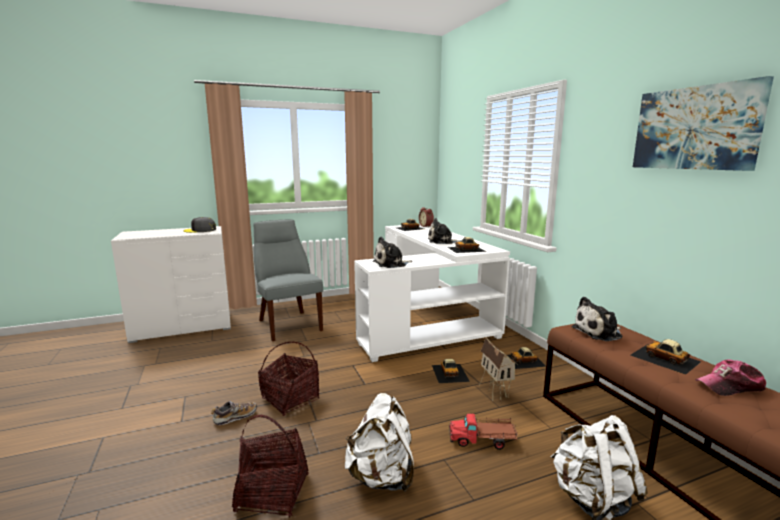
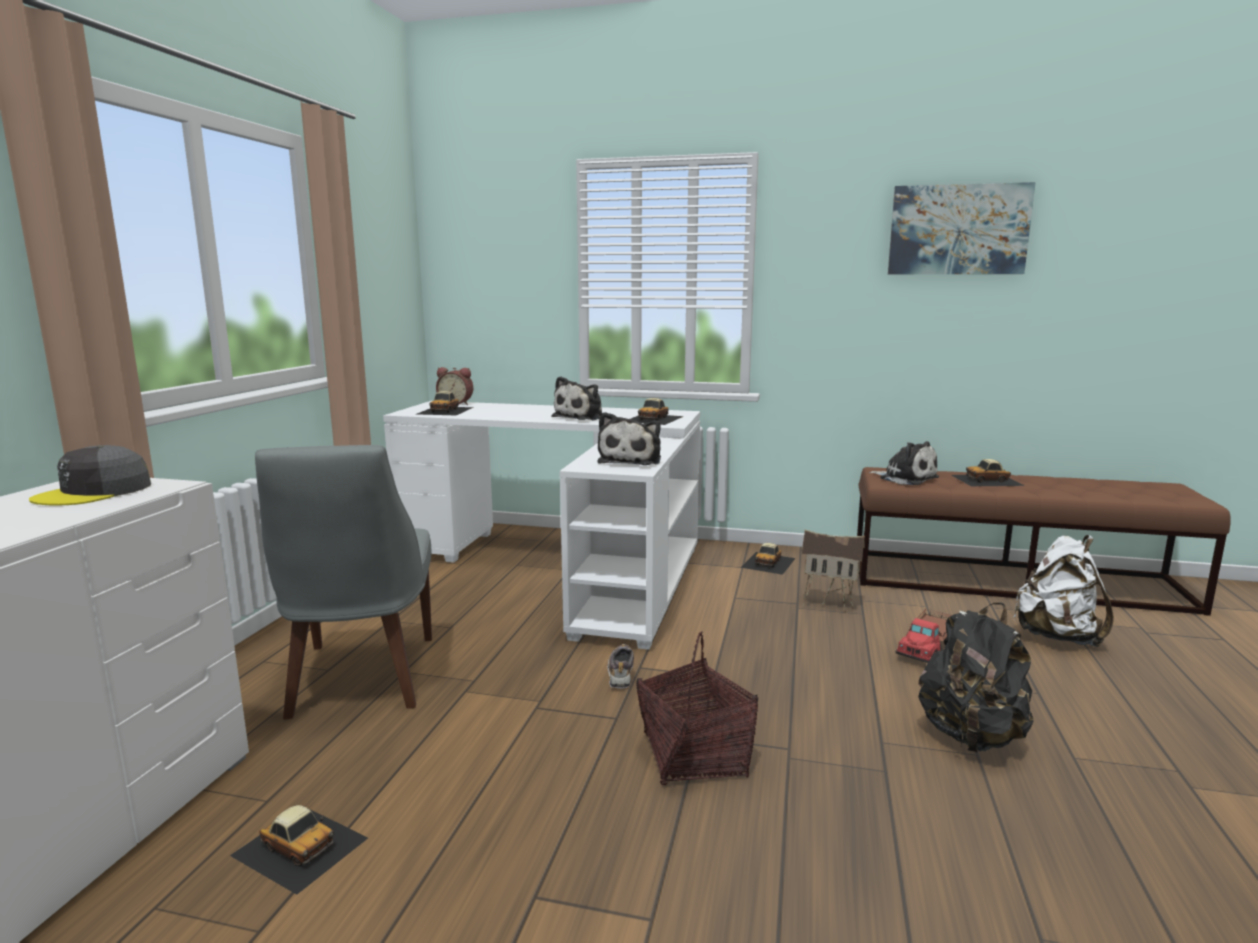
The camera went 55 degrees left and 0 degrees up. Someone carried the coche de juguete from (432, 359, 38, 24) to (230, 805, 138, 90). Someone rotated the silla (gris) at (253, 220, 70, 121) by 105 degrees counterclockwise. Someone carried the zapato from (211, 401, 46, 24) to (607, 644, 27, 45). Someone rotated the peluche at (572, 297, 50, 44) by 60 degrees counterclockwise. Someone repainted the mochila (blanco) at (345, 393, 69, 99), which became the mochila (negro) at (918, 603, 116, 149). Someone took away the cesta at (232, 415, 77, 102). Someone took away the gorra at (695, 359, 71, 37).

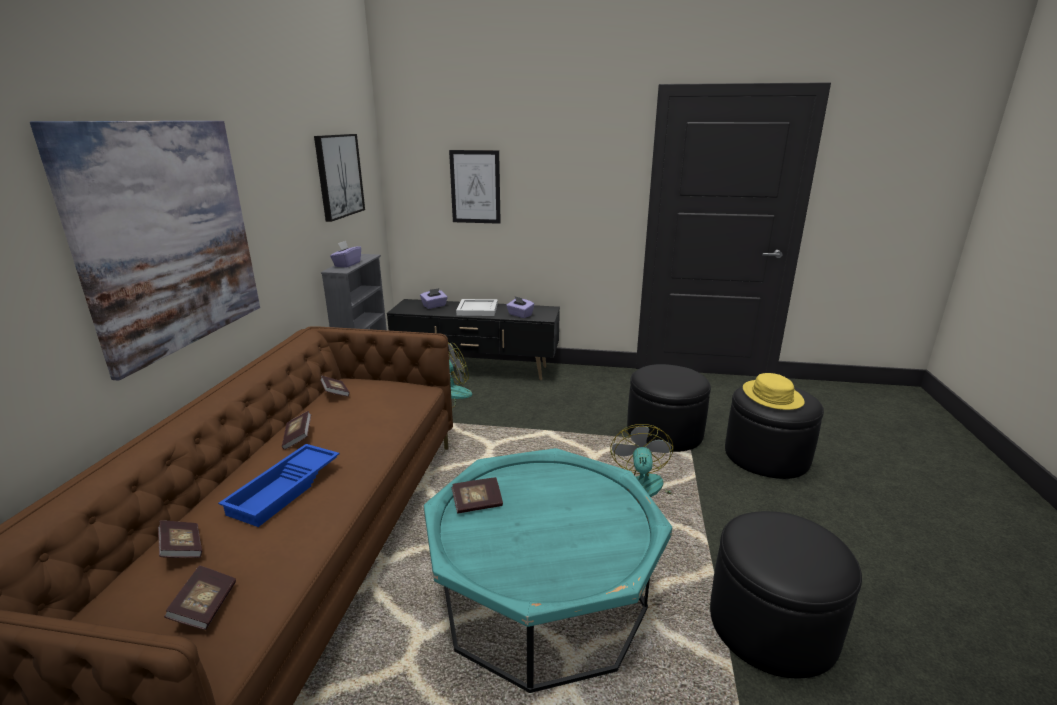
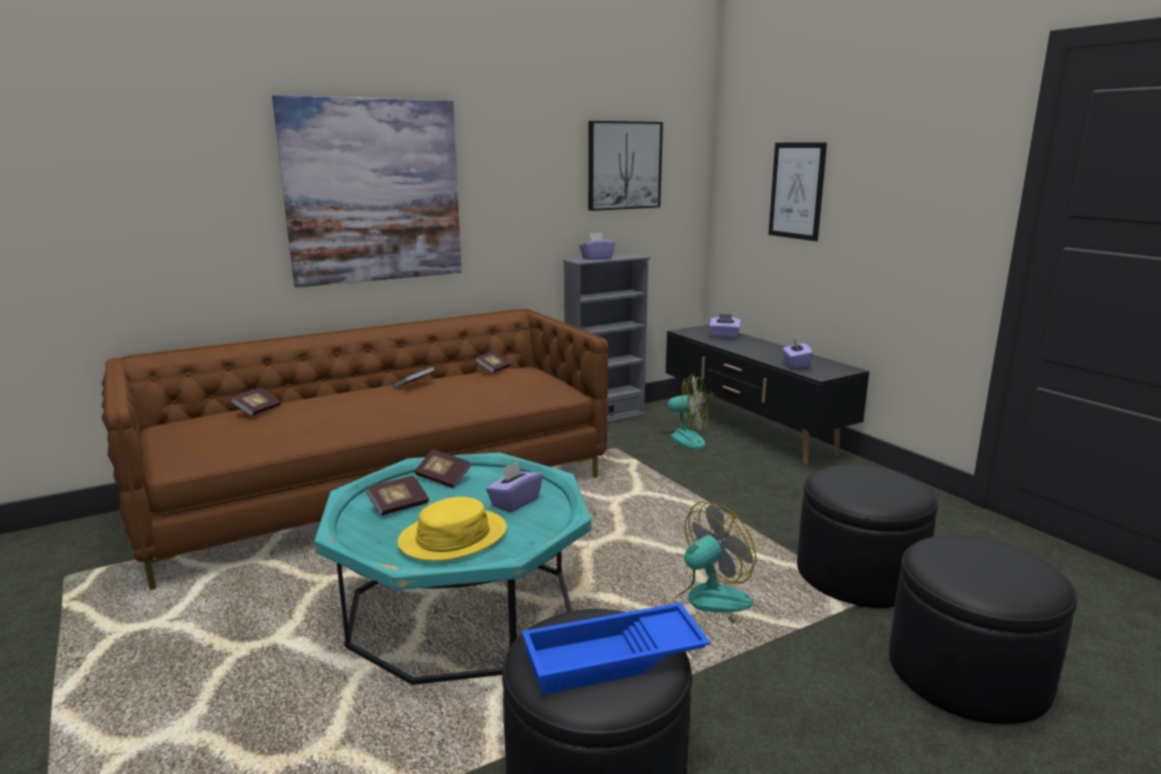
The camera went 50 degrees right and 5 degrees down. Someone carried the libro from (164, 565, 72, 65) to (366, 475, 63, 41). Someone carried the sombrero (amarillo) from (743, 373, 62, 37) to (397, 497, 110, 64). Someone put down the caja de pañuelos (morado) at (486, 461, 57, 52). Someone carried the bandeja (azul) from (218, 444, 122, 83) to (522, 603, 189, 92). Someone took away the bandeja (blanco) at (456, 299, 42, 17).

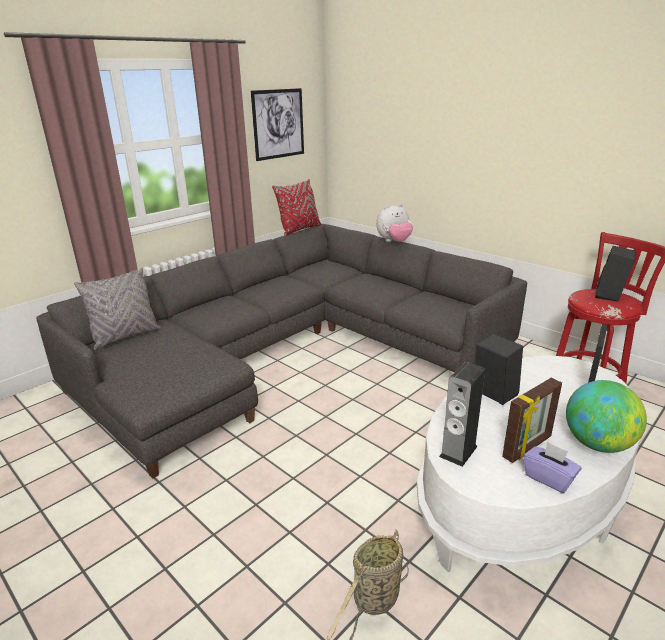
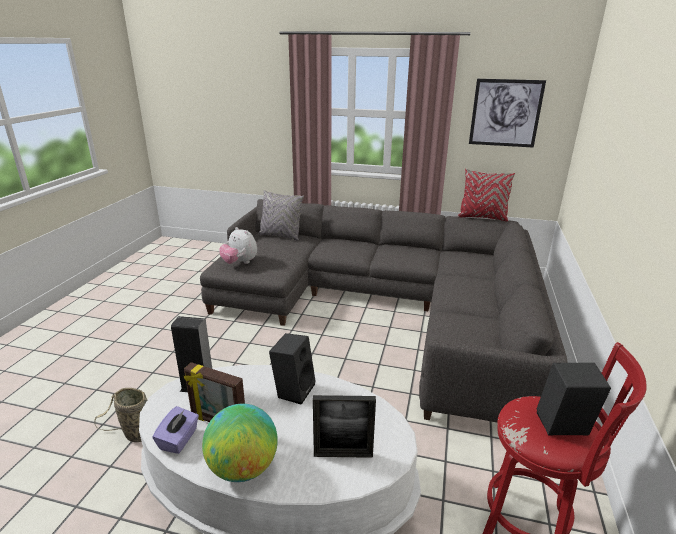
The camera went 60 degrees right and 0 degrees up. Someone carried the peluche from (376, 204, 37, 38) to (219, 227, 38, 37).

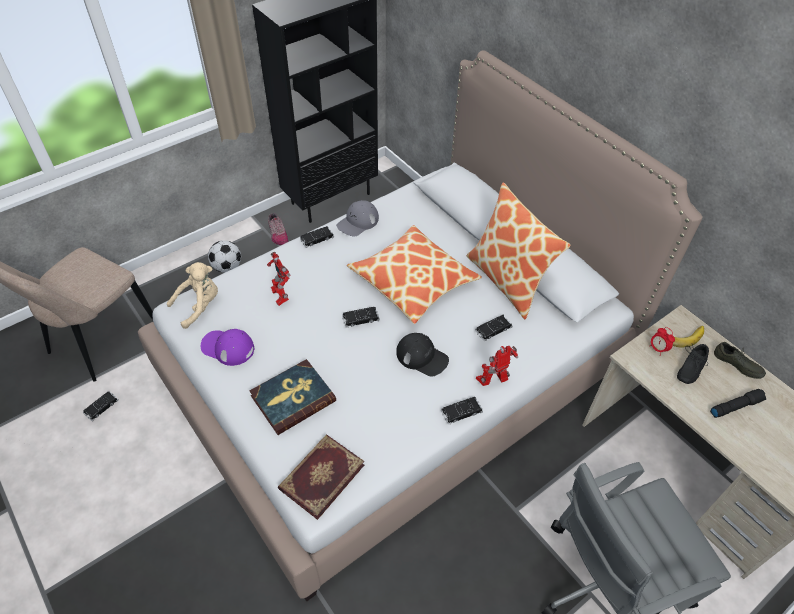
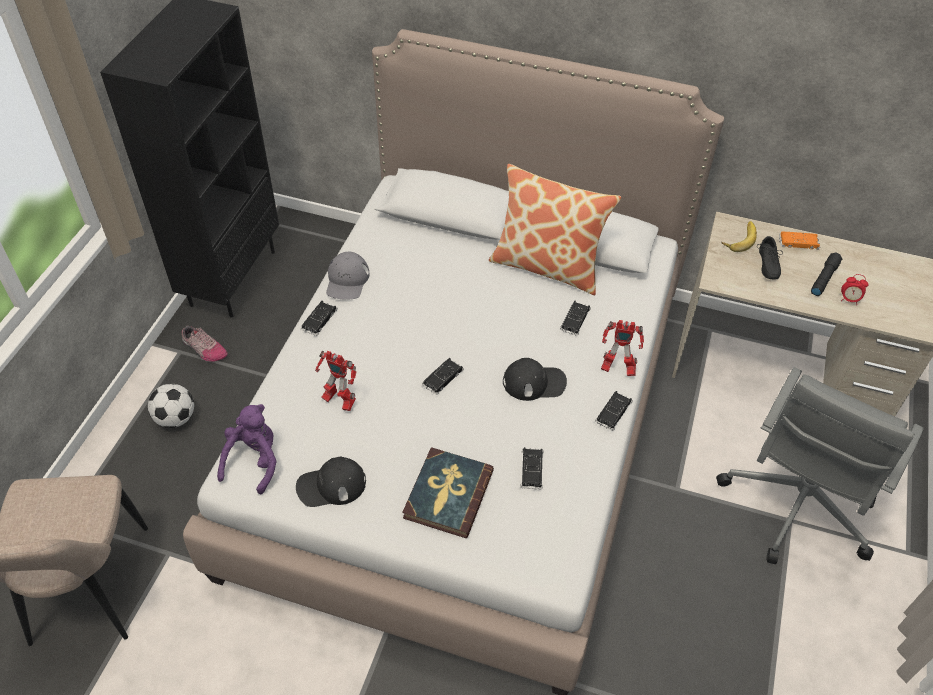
The camera went 35 degrees left and 0 degrees up. Someone repainted the peluche (beis) at (167, 262, 51, 67), which became the peluche (morado) at (217, 404, 60, 91). Someone repainted the gorra (morado) at (201, 329, 53, 37), which became the gorra (negro) at (296, 456, 70, 51). Someone carried the coche de juguete (negro) from (83, 391, 36, 30) to (521, 447, 22, 42). Someone rotated the robot de juguete at (476, 346, 42, 40) by 105 degrees counterclockwise. Someone swapped the zapato (gris) at (714, 342, 52, 37) for the coche de juguete (naranja) at (779, 232, 41, 18). Someone carried the despertador from (649, 327, 26, 29) to (841, 274, 27, 30). Someone took away the libro at (278, 434, 86, 86). Someone took away the cojín at (347, 225, 135, 99).

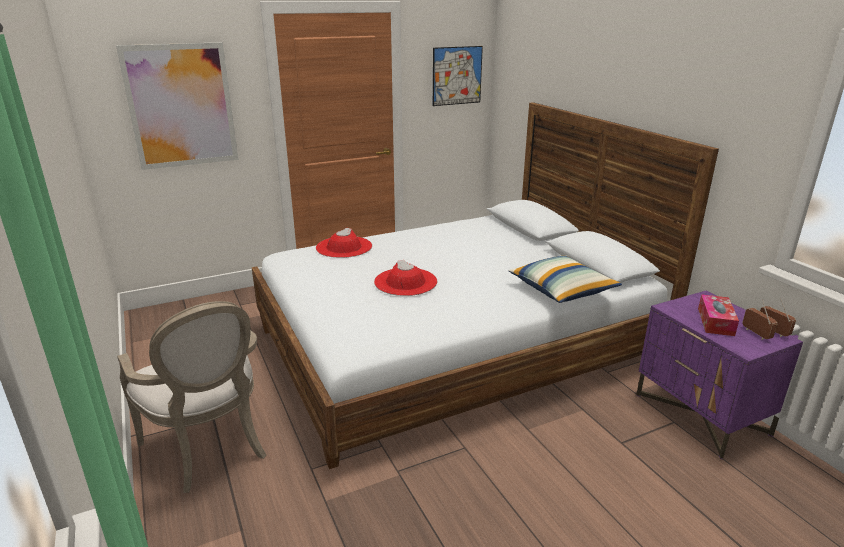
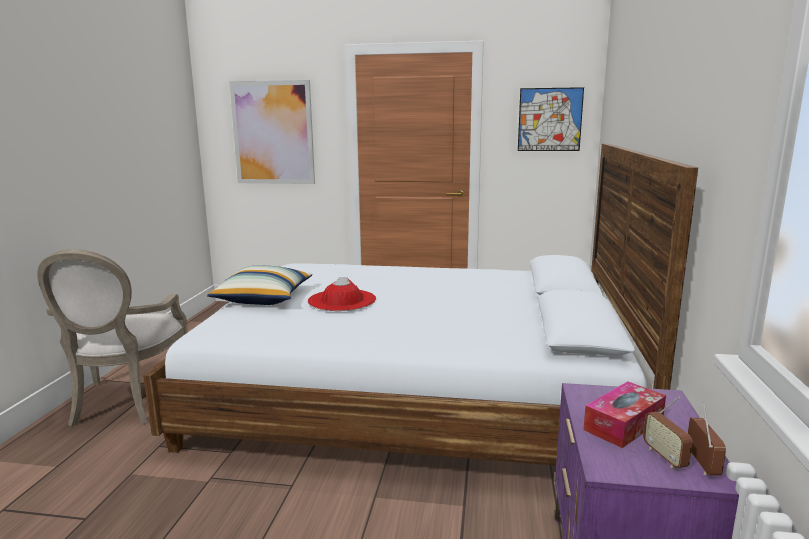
The camera went 35 degrees right and 10 degrees down. Someone carried the cojín from (509, 256, 113, 47) to (207, 265, 105, 40). Someone rotated the radio at (742, 300, 35, 40) by 150 degrees clockwise. Someone took away the sombrero (rojo) at (316, 228, 56, 30).

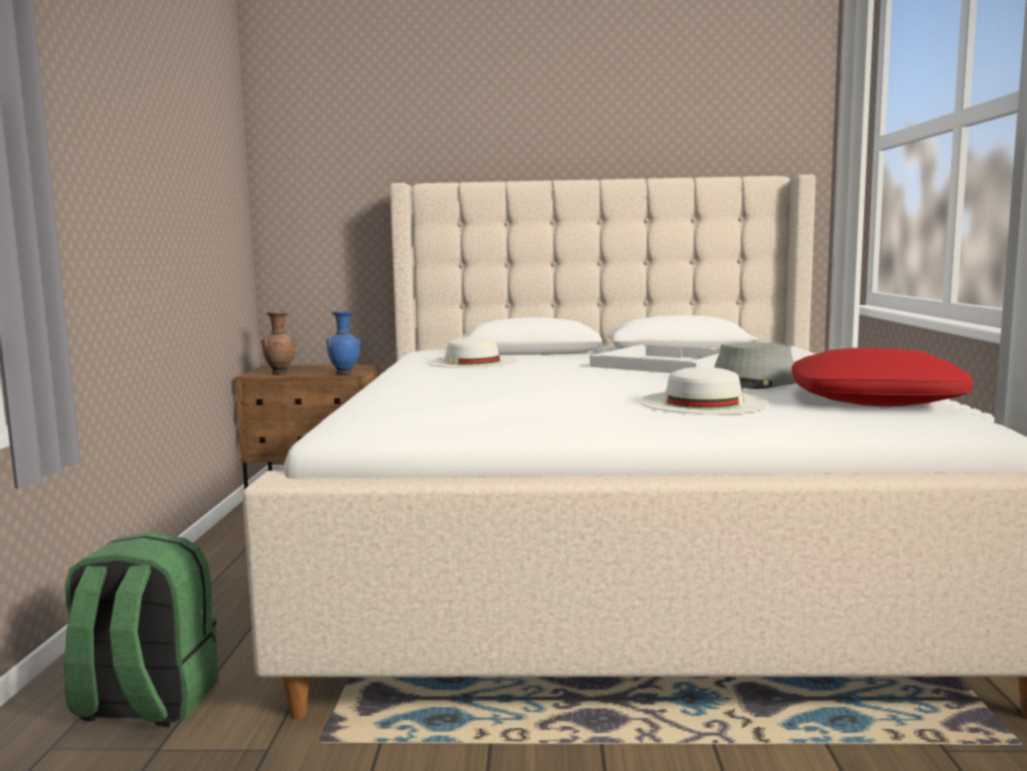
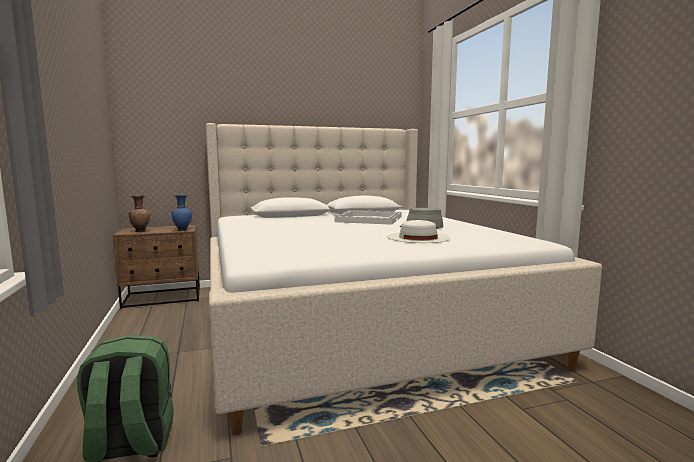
The camera went 20 degrees left and 0 degrees up. Someone took away the sombrero (blanco) at (427, 336, 91, 32). Someone took away the cojín (rojo) at (792, 347, 181, 60).

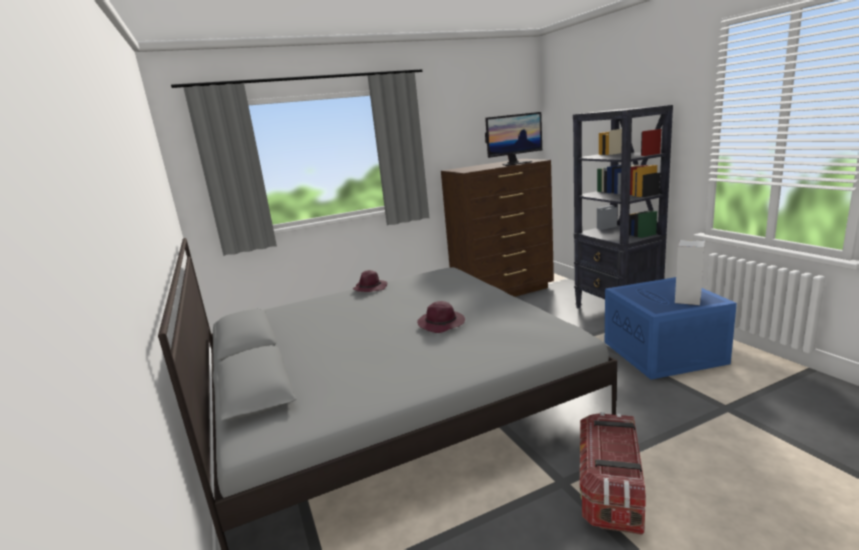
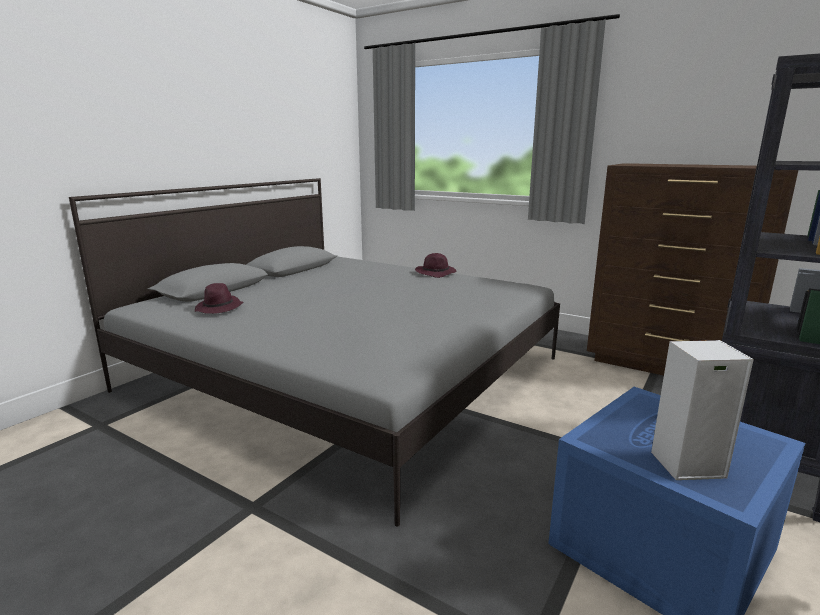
The camera went 55 degrees right and 0 degrees up. Someone carried the sombrero (morado) from (417, 301, 48, 32) to (195, 283, 48, 31). Someone took away the monitor at (485, 112, 57, 54). Someone took away the caja de almacenaje at (580, 412, 66, 123).

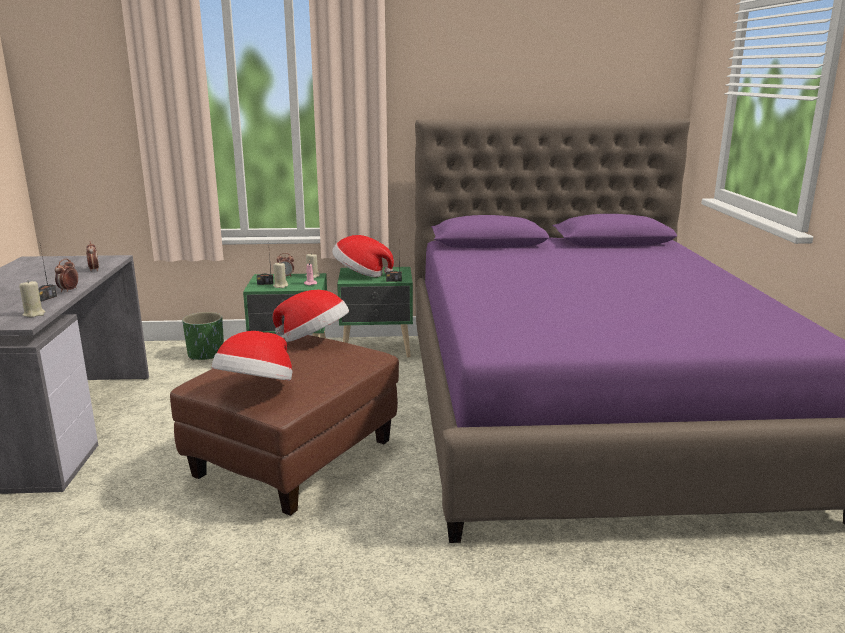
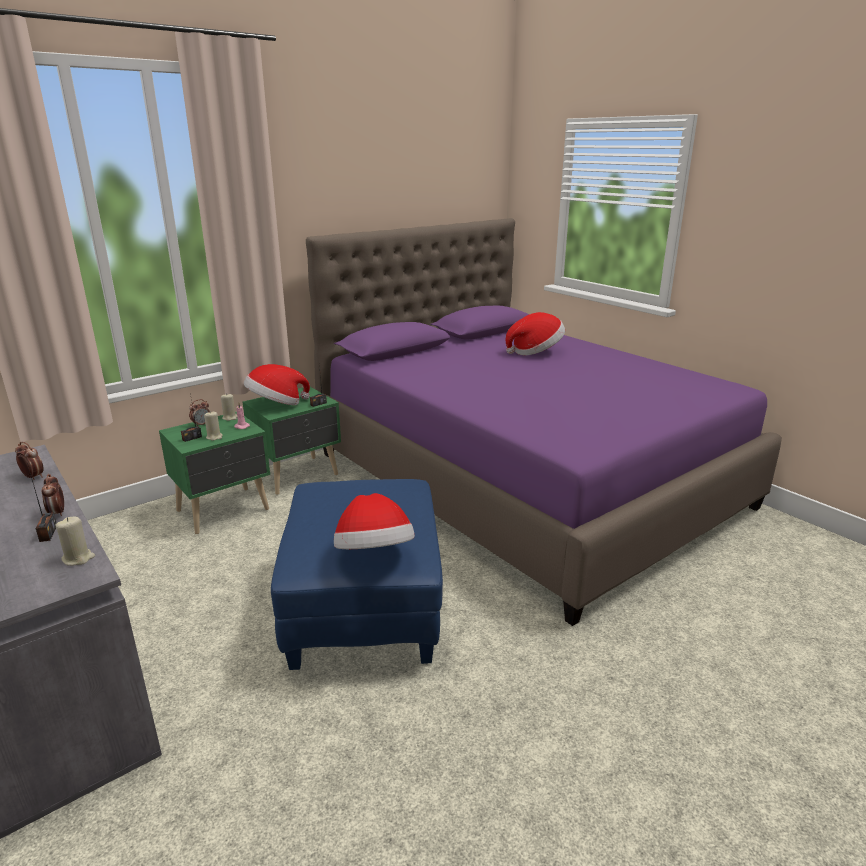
The camera went 35 degrees left and 5 degrees up. Someone repainted the puf (marrón) at (170, 335, 229, 181), which became the puf (azul) at (271, 479, 172, 191). Someone carried the sombrero from (273, 290, 76, 52) to (506, 312, 59, 43). Someone took away the maceta (verde) at (182, 312, 42, 48).

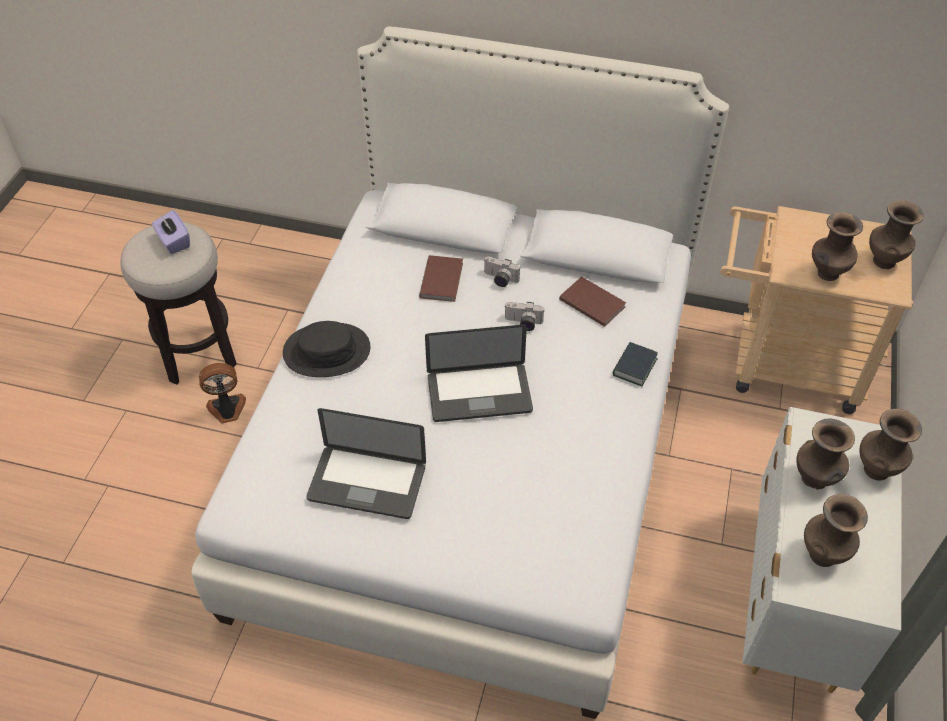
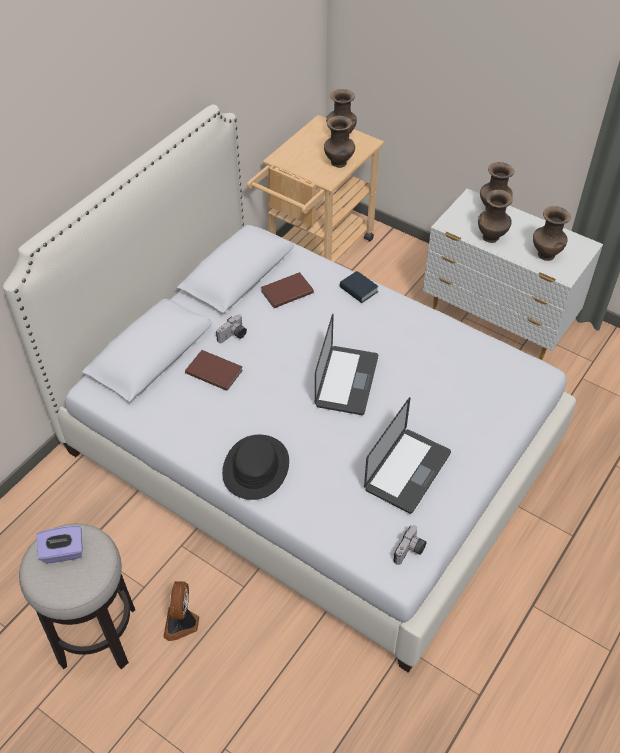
The camera went 70 degrees left and 0 degrees up. Someone carried the cámara from (504, 302, 40, 29) to (393, 525, 34, 40).

